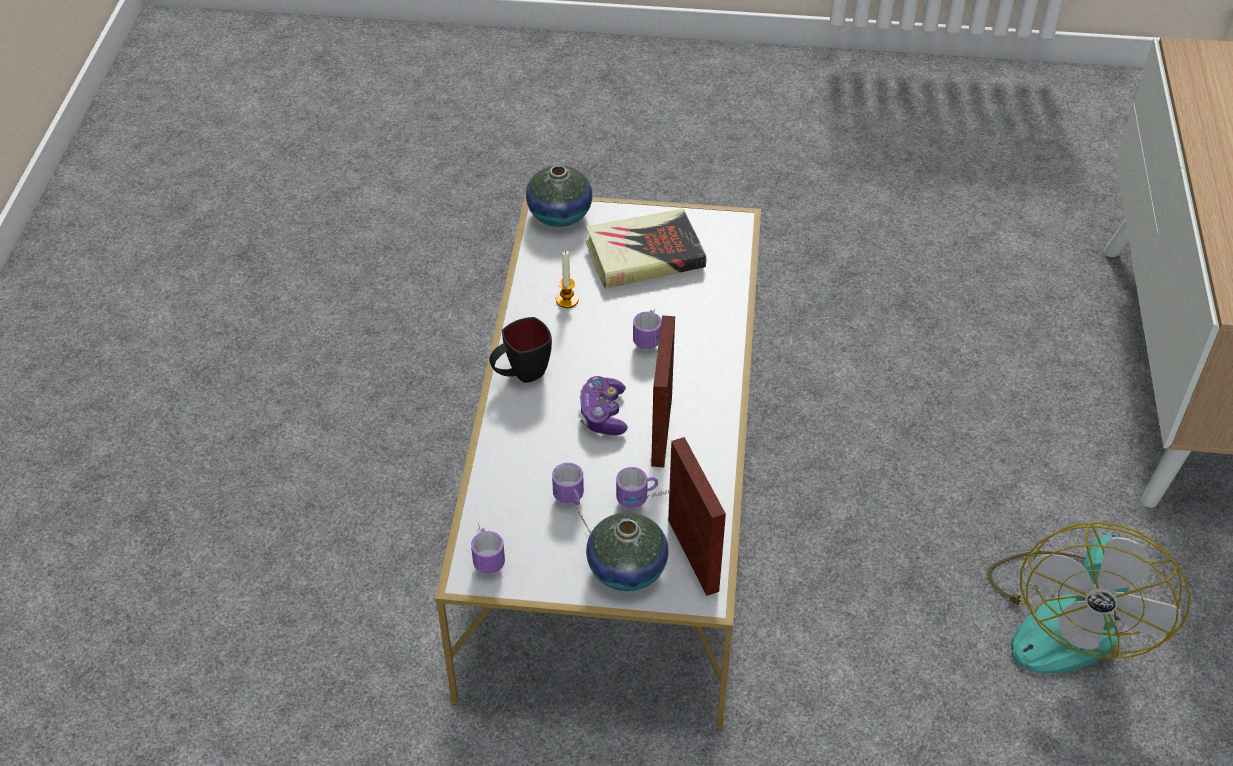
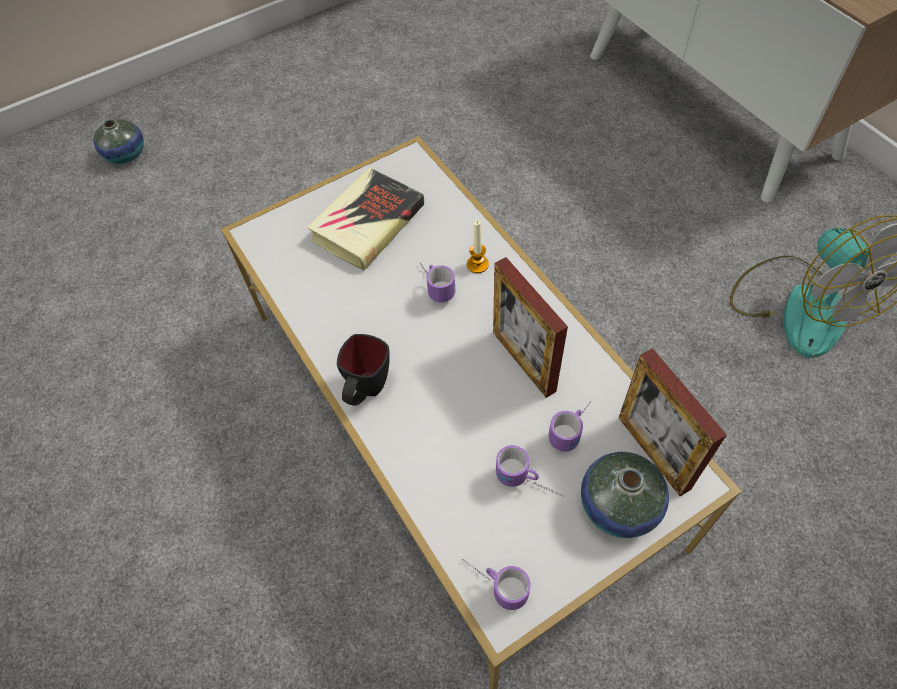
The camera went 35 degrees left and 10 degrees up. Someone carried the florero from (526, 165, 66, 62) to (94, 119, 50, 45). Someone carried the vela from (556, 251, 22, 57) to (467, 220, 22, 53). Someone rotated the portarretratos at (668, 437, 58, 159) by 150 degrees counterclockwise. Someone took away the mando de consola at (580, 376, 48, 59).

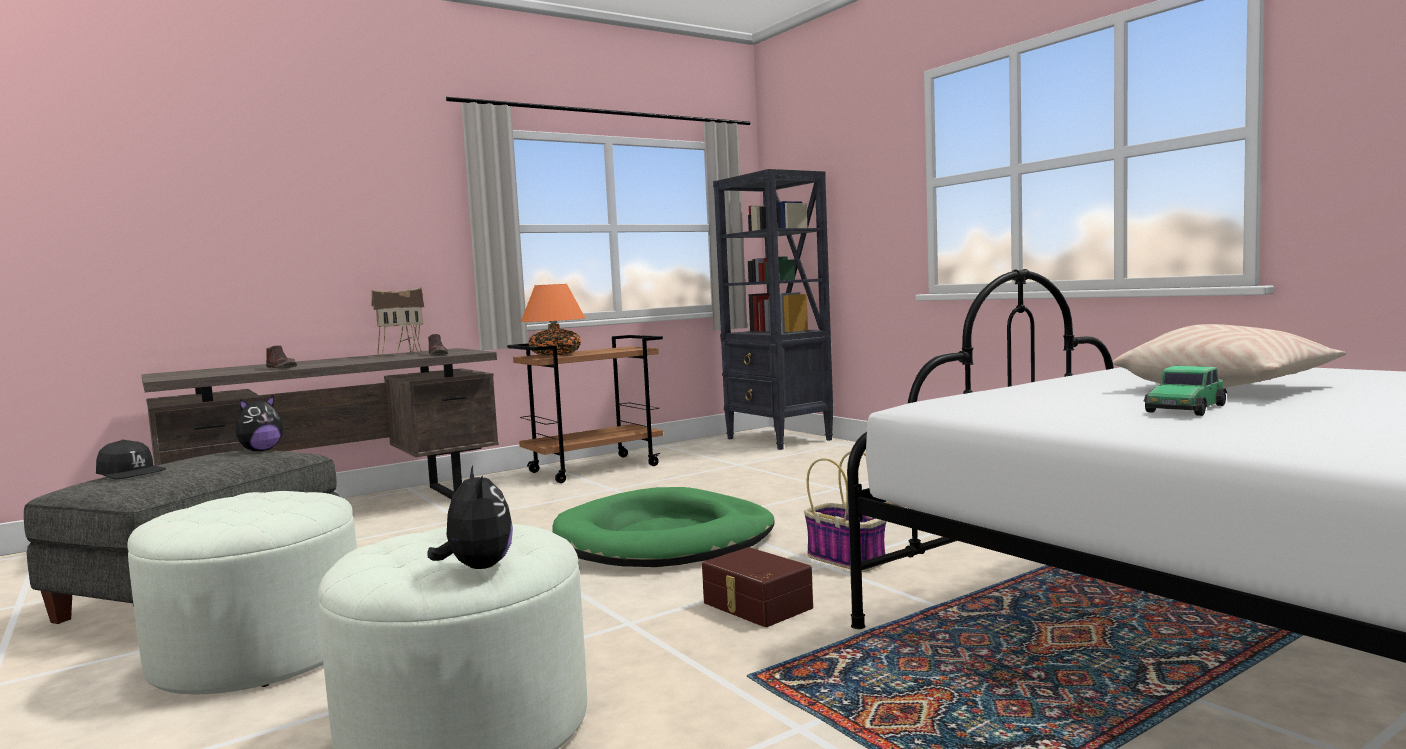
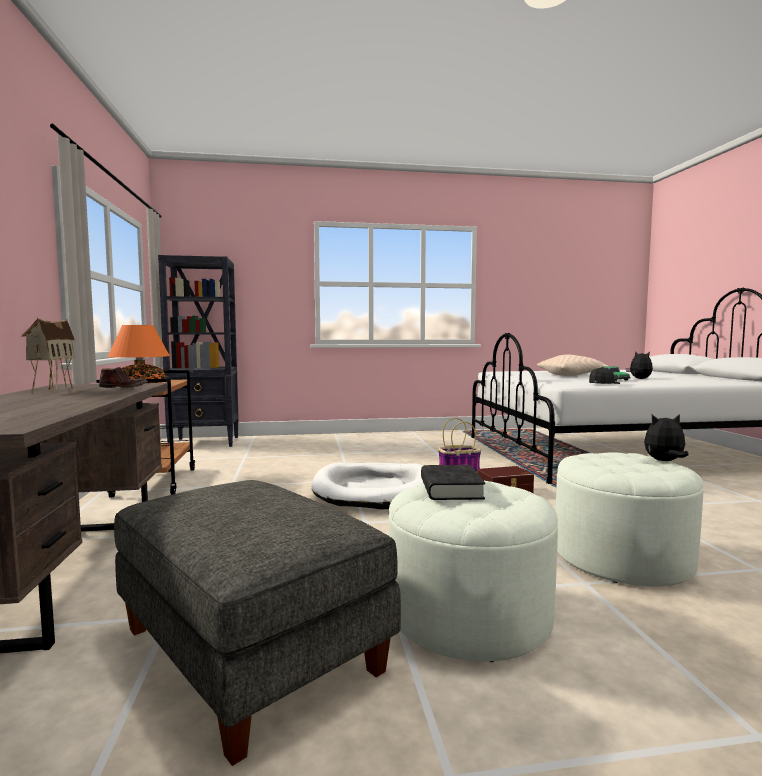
The camera went 65 degrees left and 0 degrees up. Someone repainted the cama para perro (verde) at (552, 487, 223, 80), which became the cama para perro (blanco) at (312, 463, 112, 47). Someone put down the libro (negro) at (421, 465, 64, 35). Someone carried the gorra (negro) from (96, 440, 70, 39) to (589, 367, 31, 17). Someone carried the peluche from (236, 395, 47, 56) to (626, 351, 27, 28). Someone took away the zapato (marrón) at (266, 345, 31, 23).

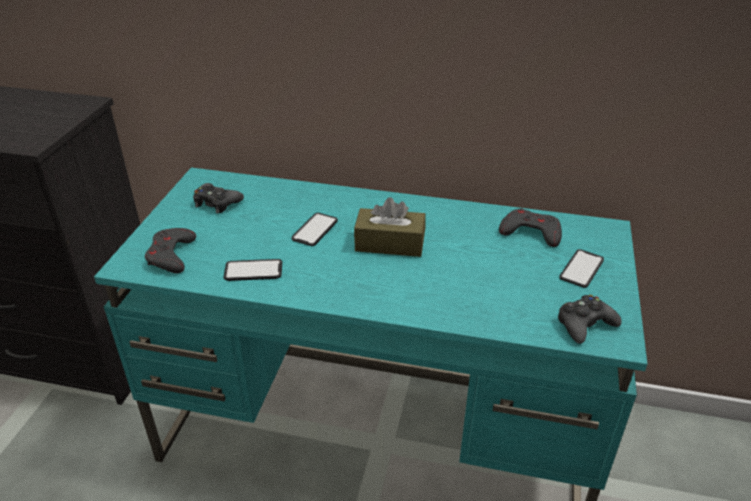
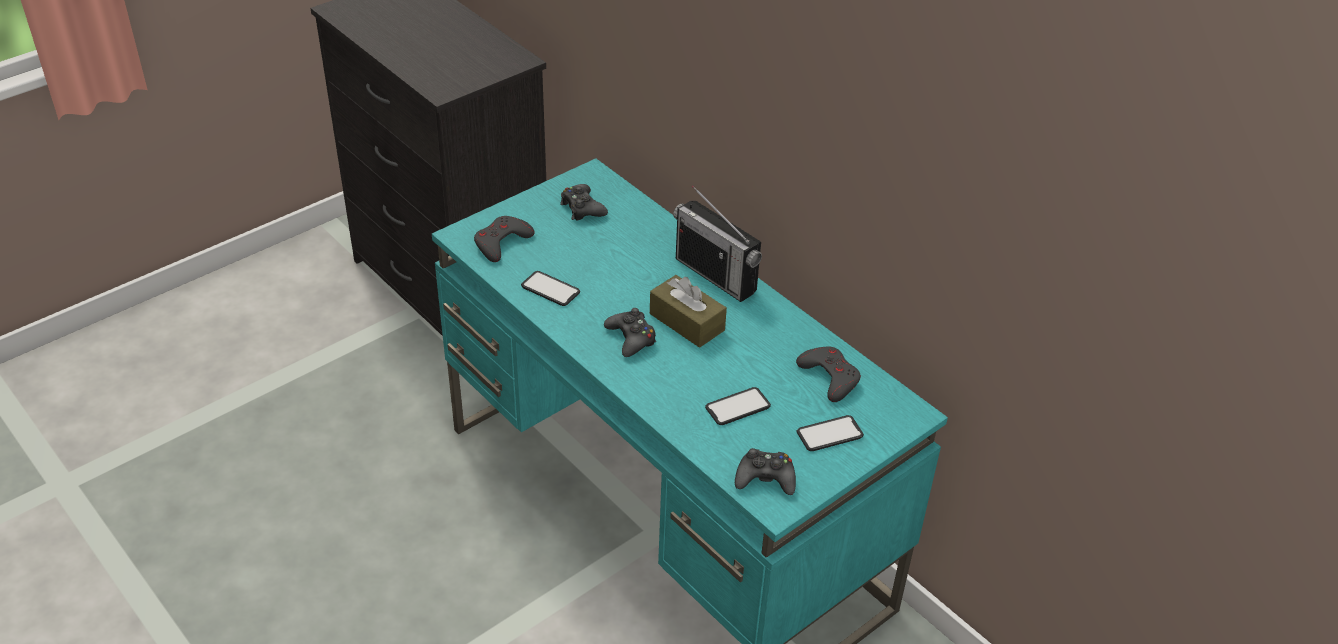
The camera went 35 degrees right and 5 degrees up. Someone put down the mando de consola (negro) at (604, 308, 52, 49). Someone put down the radio at (673, 185, 89, 117). Someone carried the móvil from (291, 213, 47, 33) to (705, 387, 66, 38).

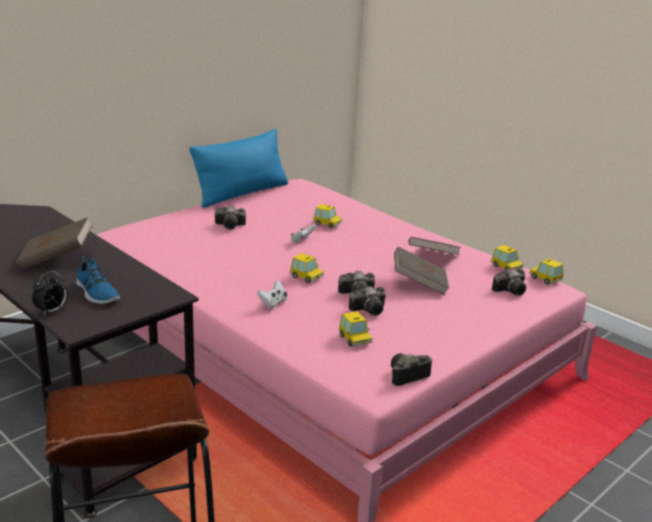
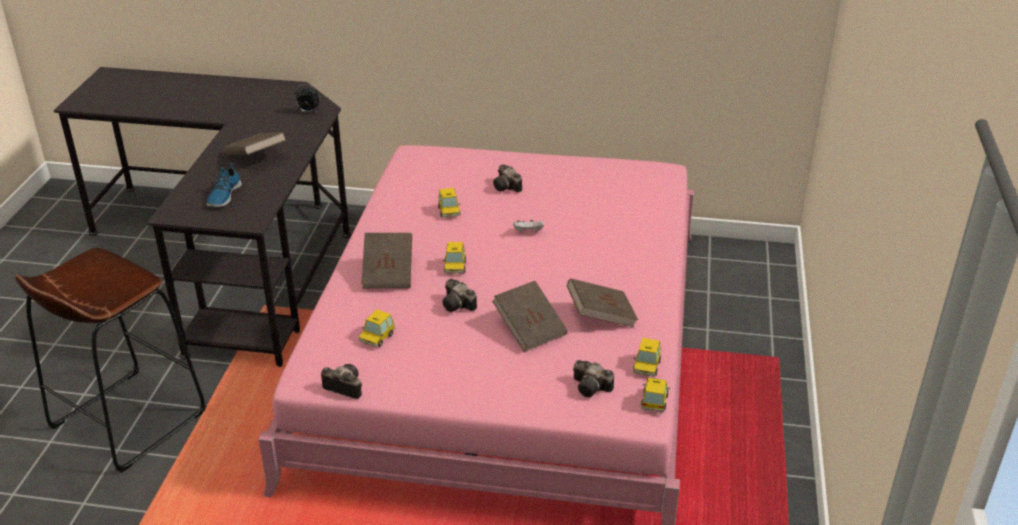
The camera went 55 degrees right and 10 degrees up. Someone carried the despertador from (32, 271, 36, 44) to (294, 84, 26, 29). Someone swapped the mando de consola (blanco) at (257, 280, 30, 28) for the libro (marrón) at (361, 233, 51, 55). Someone carried the coche de juguete from (313, 204, 29, 24) to (438, 188, 22, 29). Someone took away the cojín (azul) at (189, 129, 99, 79). Someone took away the cámara at (349, 286, 37, 30).

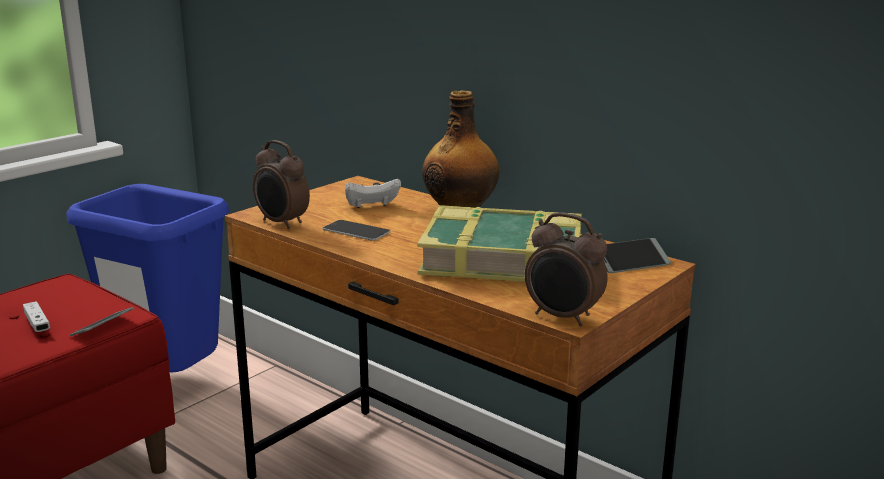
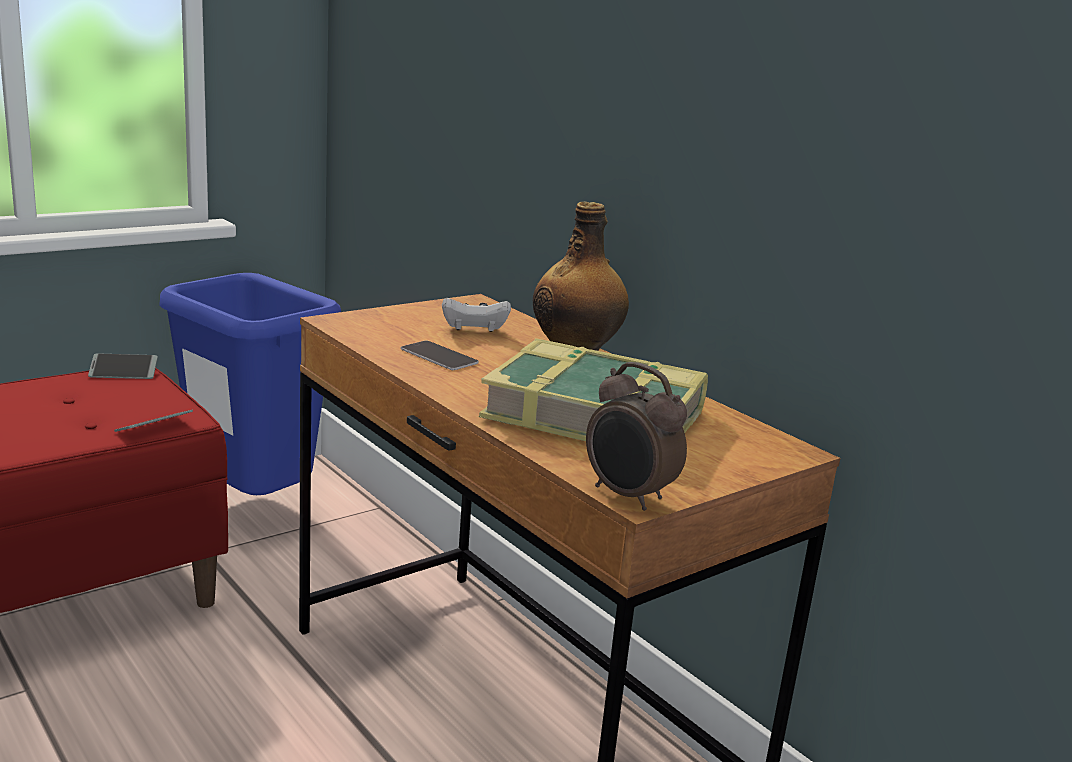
The camera went 10 degrees right and 0 degrees up. Someone carried the móvil from (603, 238, 68, 35) to (88, 353, 70, 26). Someone took away the mando de consola (blanco) at (23, 301, 27, 31). Someone took away the despertador at (253, 140, 57, 89).

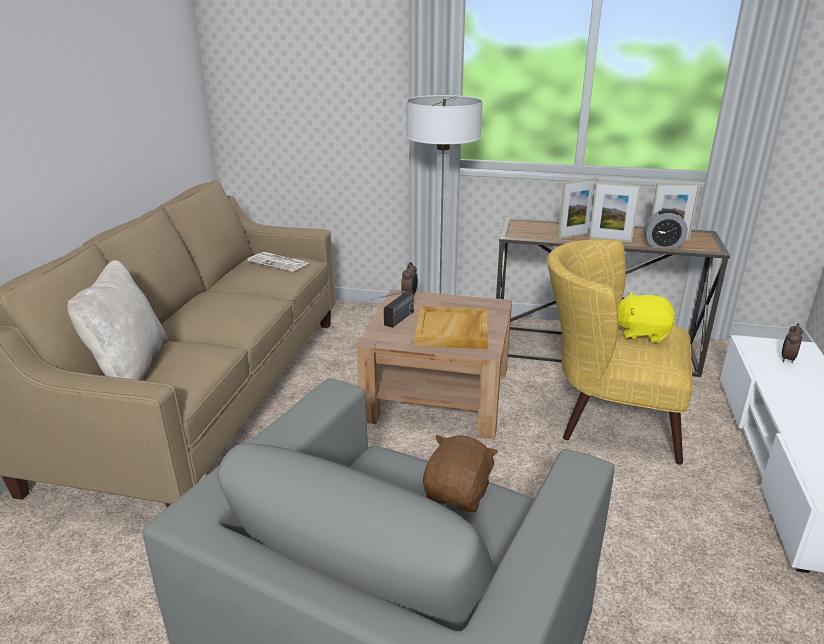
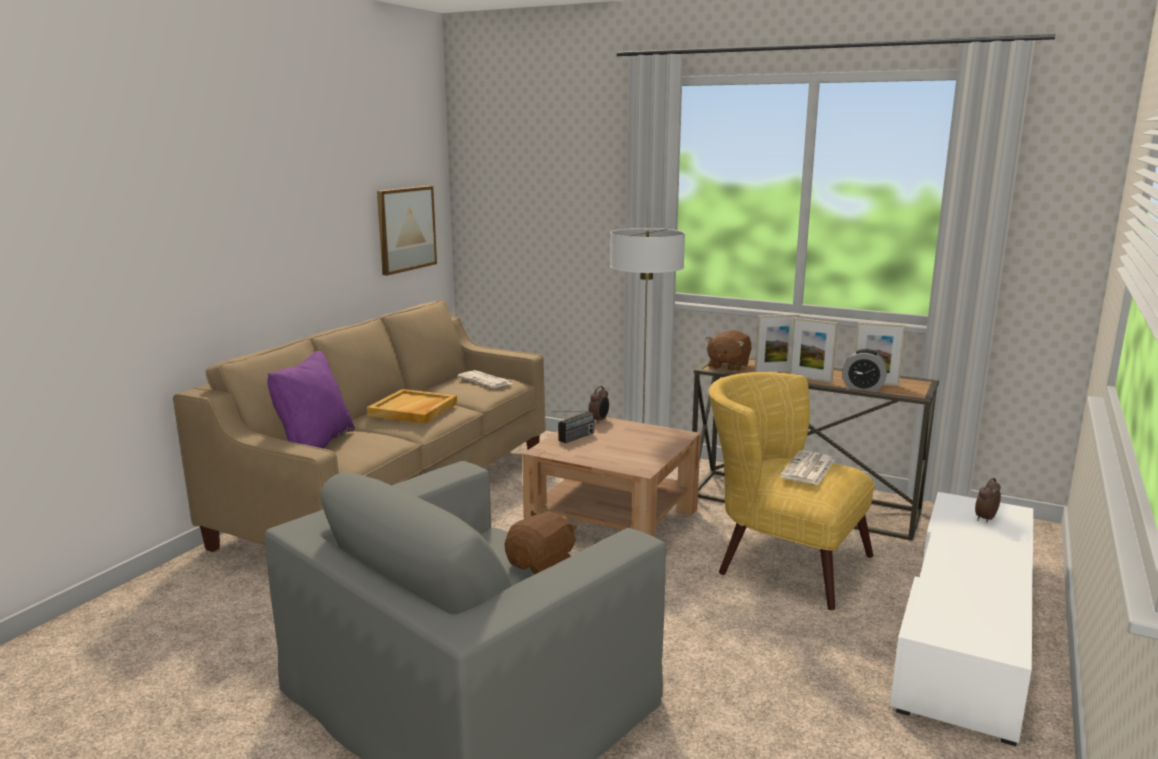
The camera went 15 degrees right and 10 degrees down. Someone repainted the cojín (beis) at (68, 260, 100, 120), which became the cojín (morado) at (268, 351, 87, 98). Someone carried the bandeja (beis) from (415, 306, 73, 43) to (367, 389, 90, 35). Someone put up the cuadro at (377, 186, 60, 90). Someone put down the peluche (marrón) at (706, 330, 46, 42). Someone swapped the peluche (amarillo) at (618, 292, 57, 51) for the periódico at (780, 450, 55, 35).

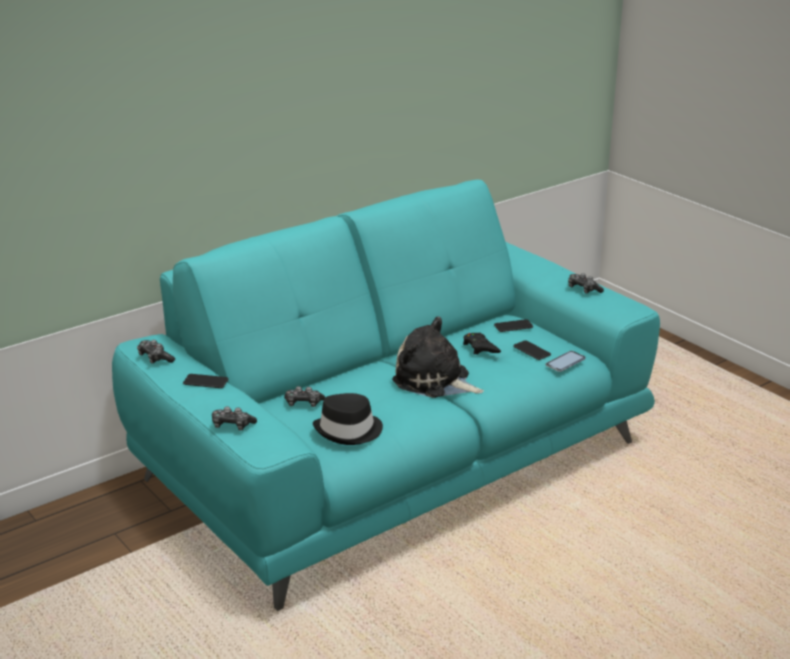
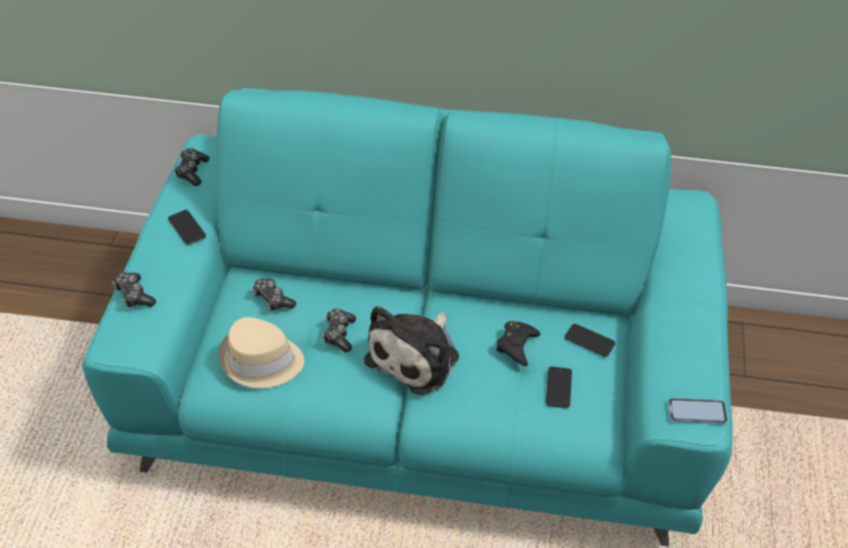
The camera went 45 degrees right and 20 degrees up. Someone repainted the sombrero (negro) at (313, 393, 70, 52), which became the sombrero (beis) at (219, 317, 85, 71). Someone carried the mando de consola from (568, 273, 36, 21) to (323, 309, 33, 43). Someone rotated the peluche at (392, 317, 92, 81) by 135 degrees counterclockwise. Someone carried the móvil from (546, 351, 40, 21) to (668, 398, 60, 26).

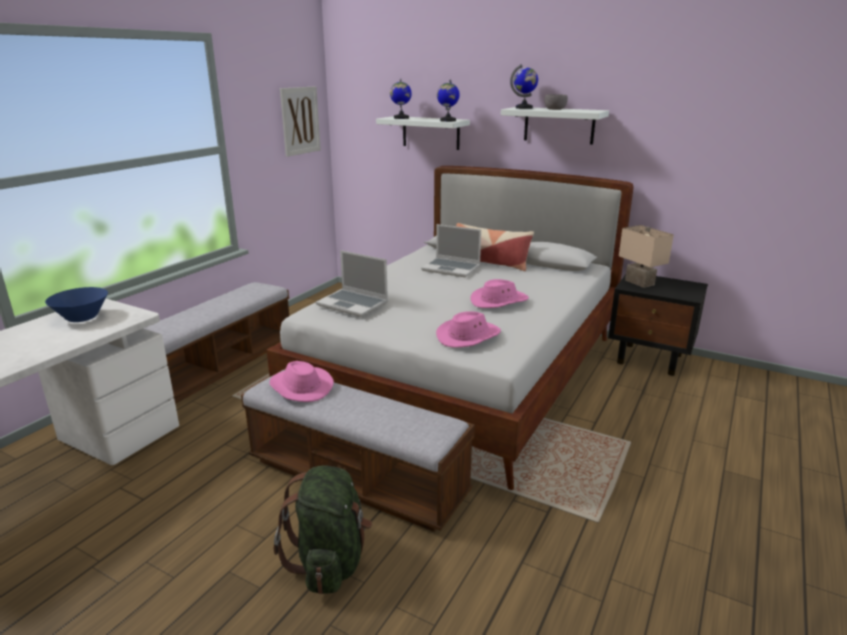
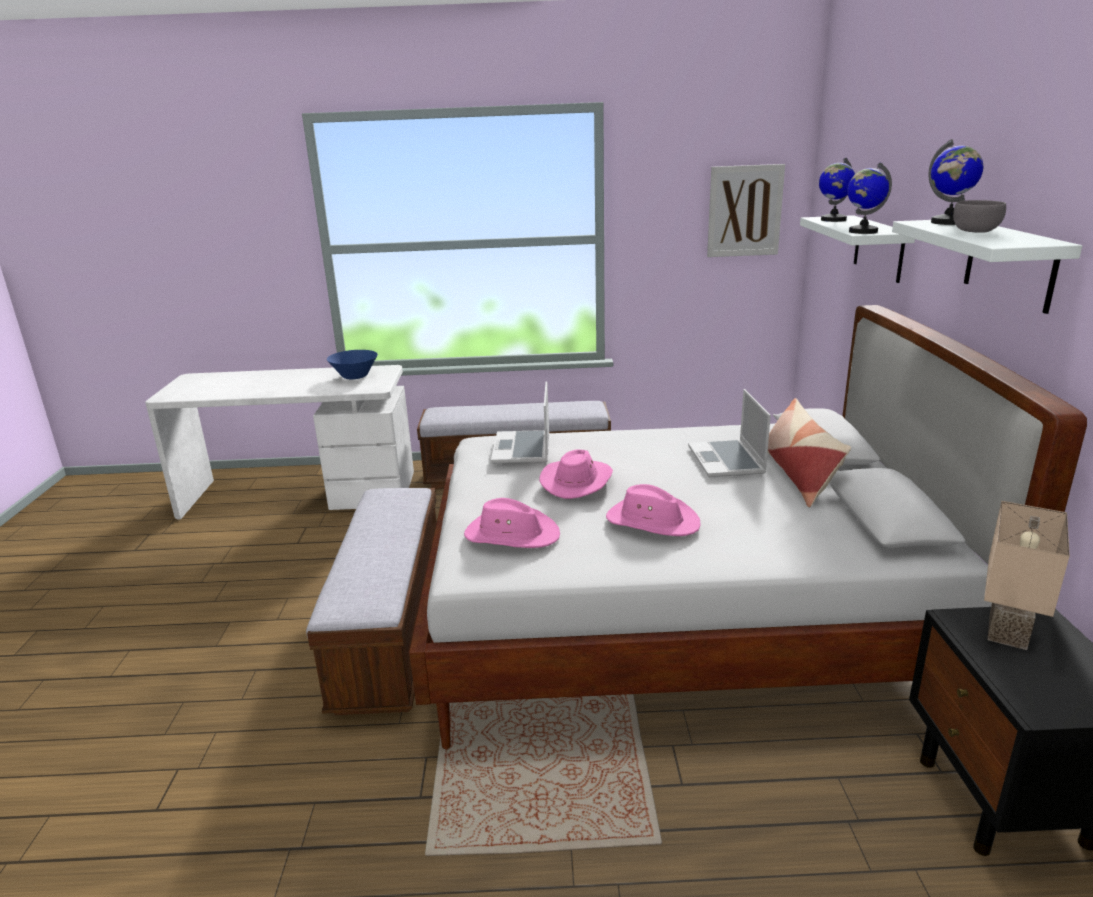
The camera went 60 degrees right and 0 degrees up. Someone carried the sombrero (rosa) from (270, 361, 64, 41) to (539, 449, 74, 50). Someone took away the mochila (verde) at (274, 465, 98, 129).

